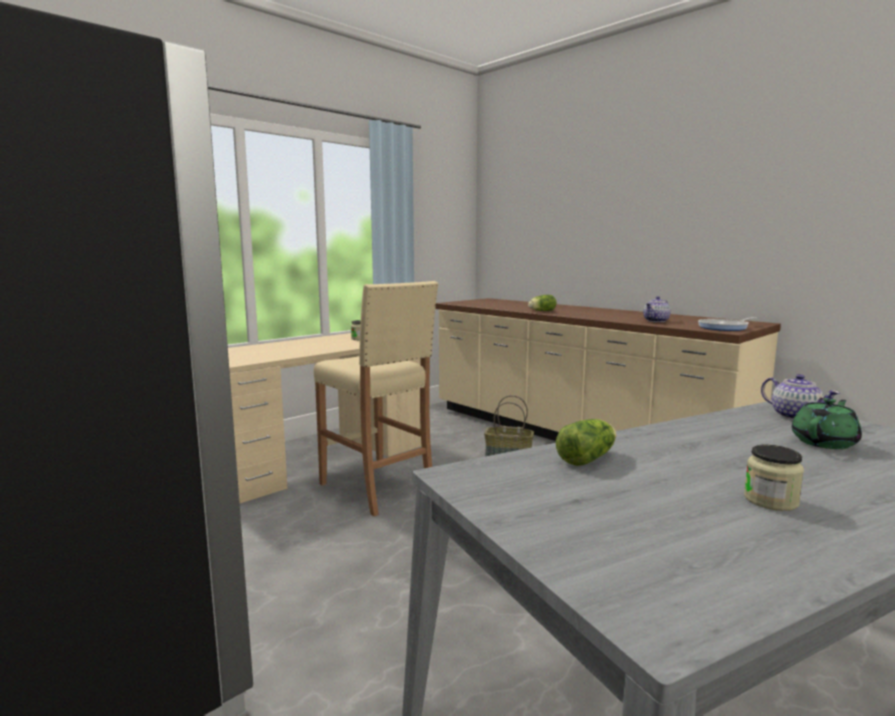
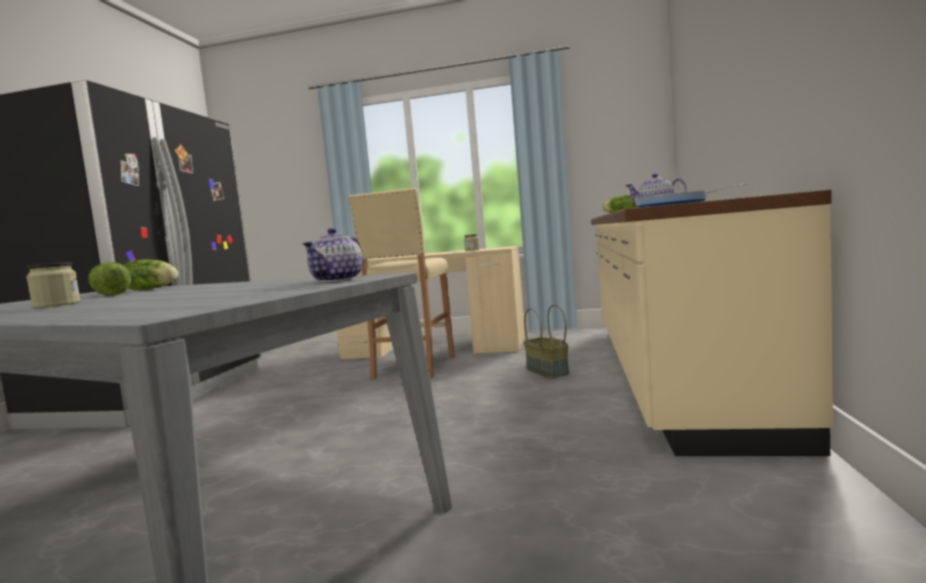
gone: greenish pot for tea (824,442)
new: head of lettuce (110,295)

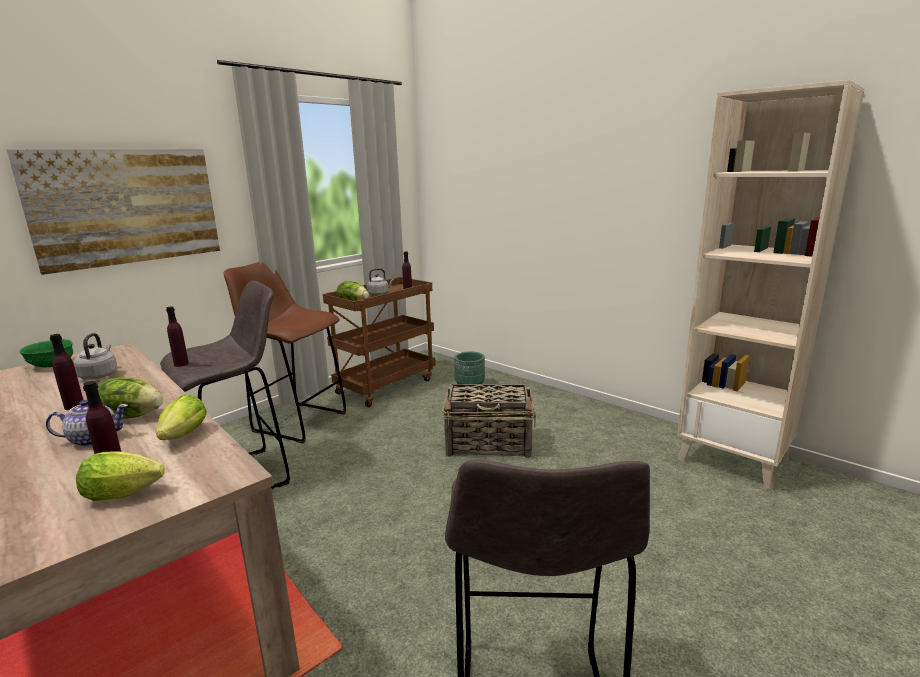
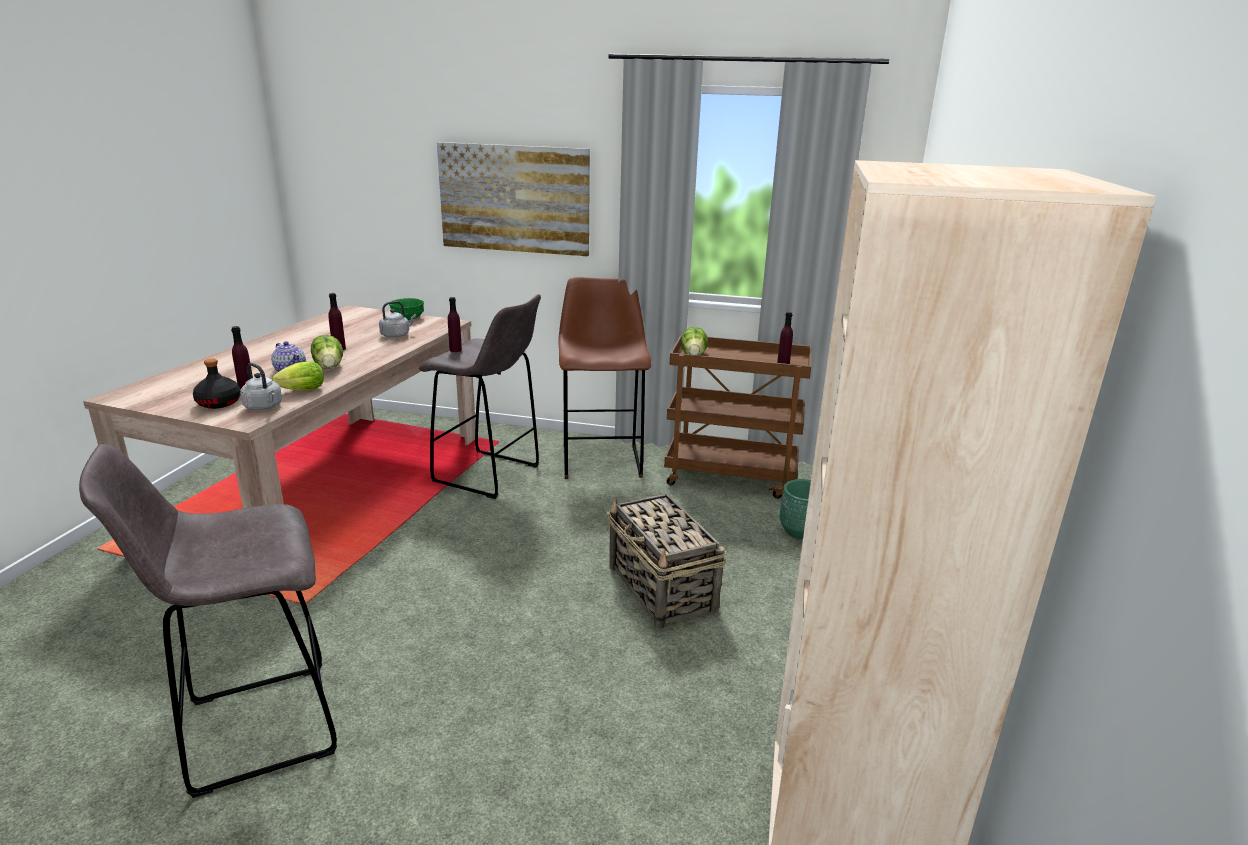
shifted: grey water kettle (379,294) to (264,407)
swapped: head of lettuce (127,494) to black drink bottle (219,403)

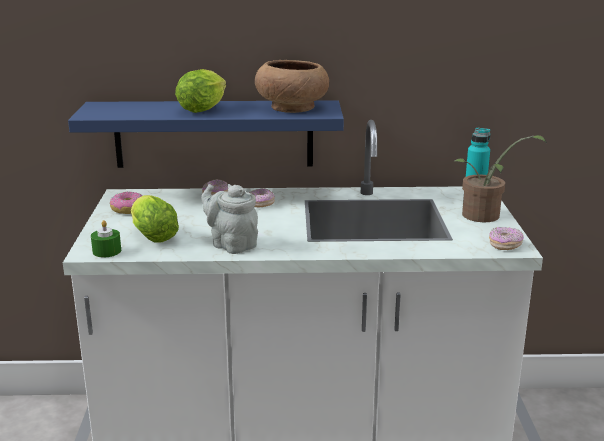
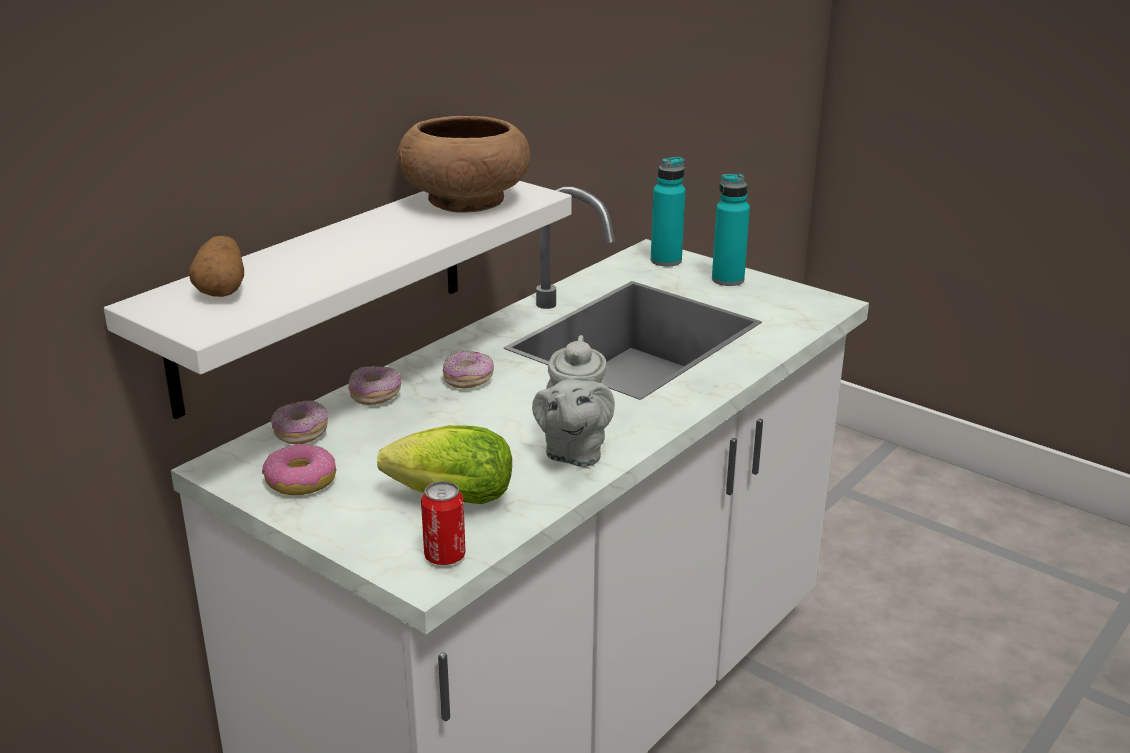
gone: head of lettuce (205,109)
new: whole potato (222,289)
shifted: ring doughnut (505,245) to (301,433)
swapped: greenish candle (107,251) to metal can (445,556); potted plant (485,217) to turquoise drink bottle (727,280)
repainted: blue-coloured shelf (214,134) to whitish shelf (323,289)
rotated: grey pot for tea (231,244) = (574,451) 75 degrees counterclockwise

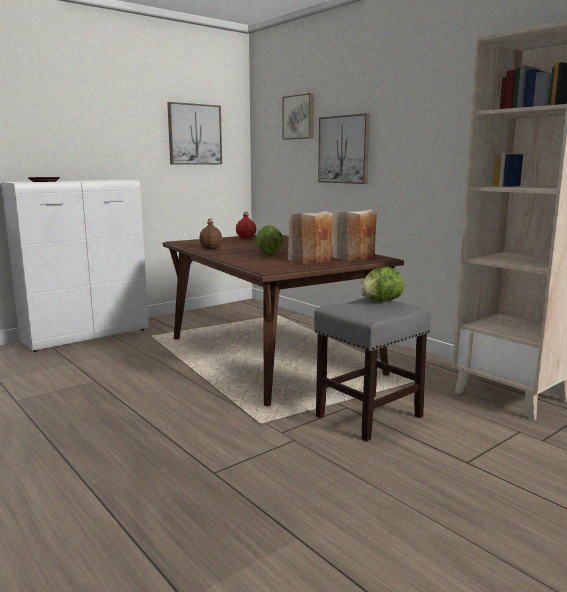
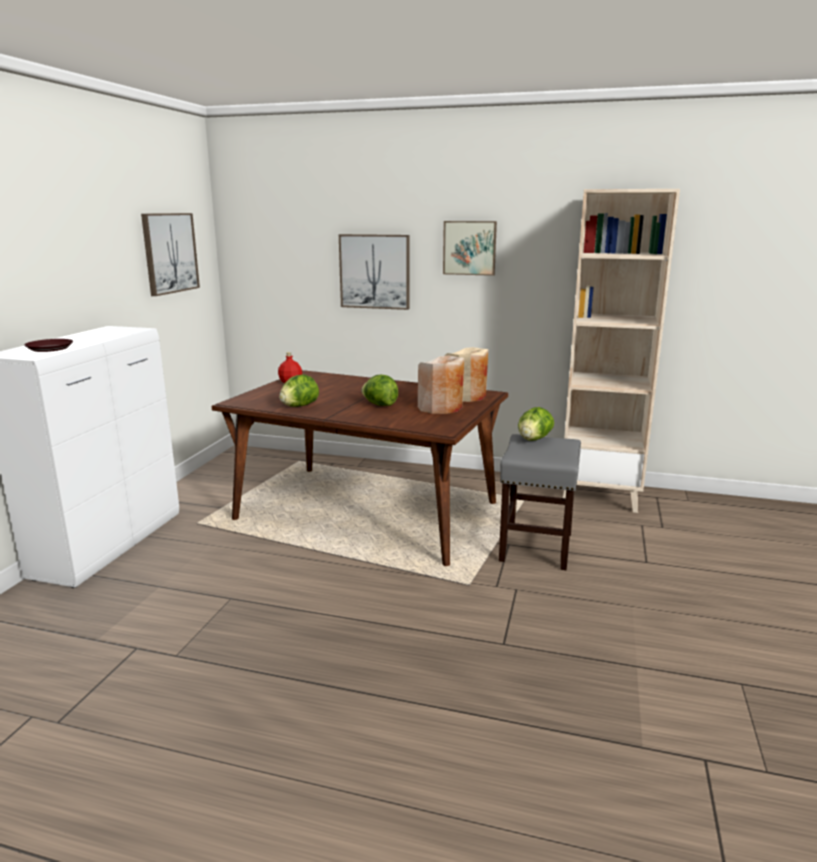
shifted: picture (299,117) to (469,248)
swapped: brownish drink bottle (211,248) to head of lettuce (299,406)

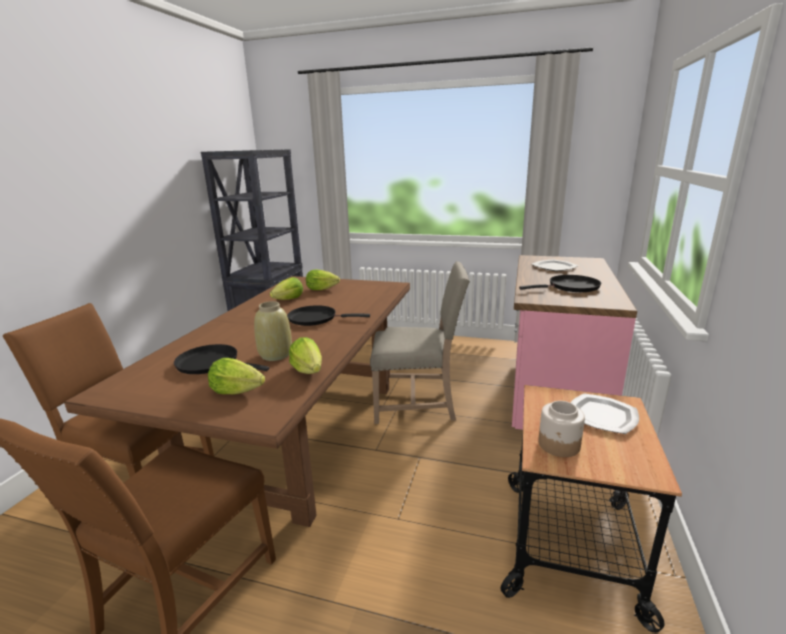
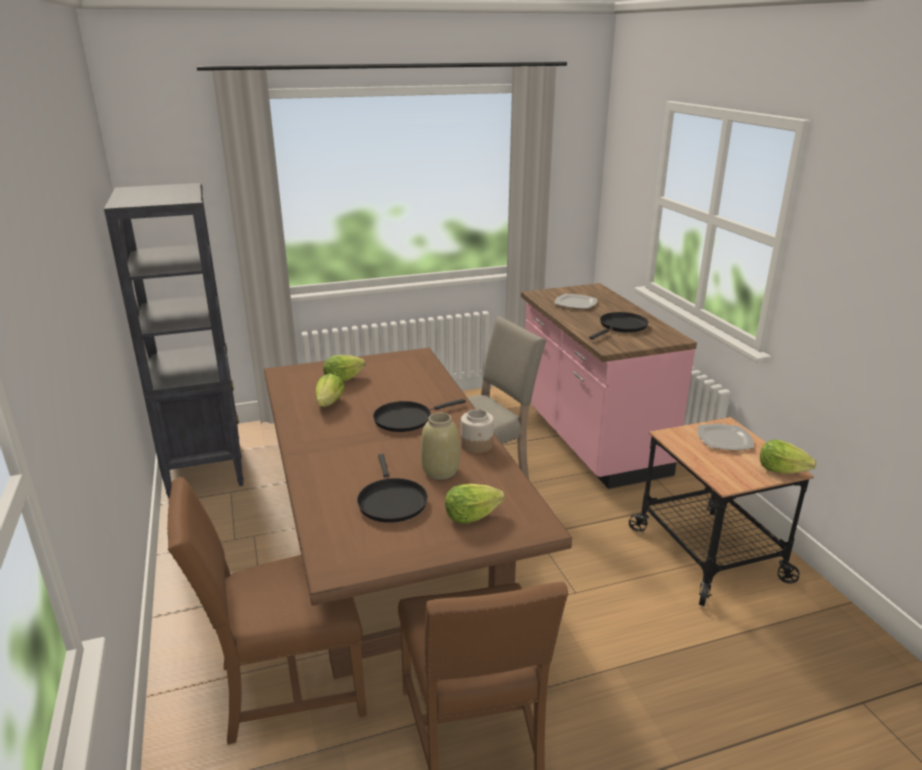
shifted: head of lettuce (308,370) to (781,470); jar (559,445) to (477,445)
rotated: black frying pan (211,363) = (391,501) 90 degrees counterclockwise

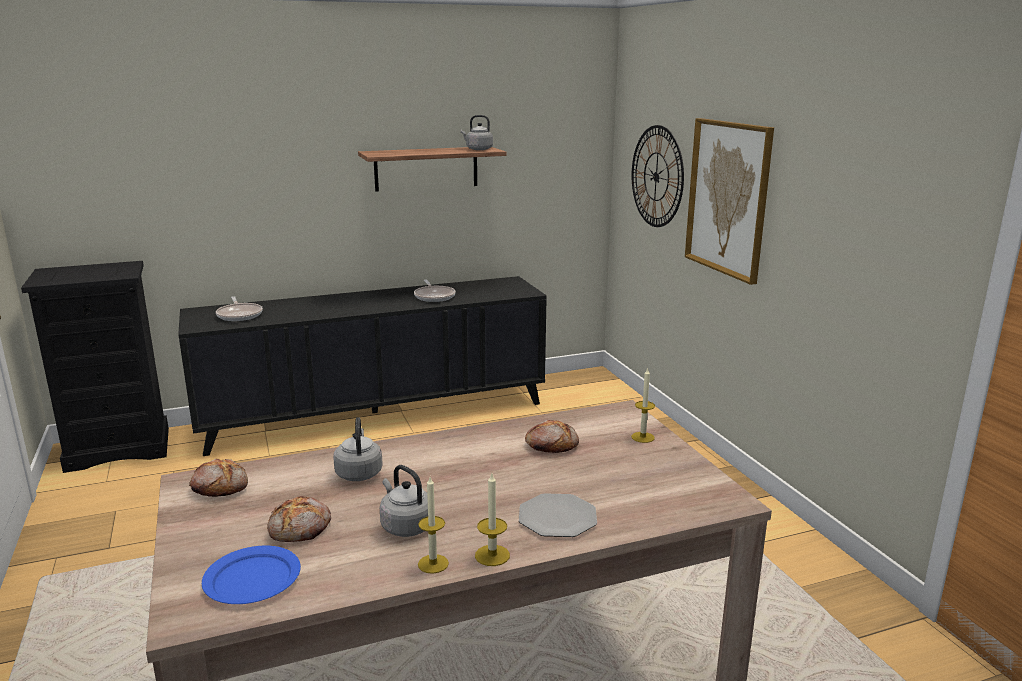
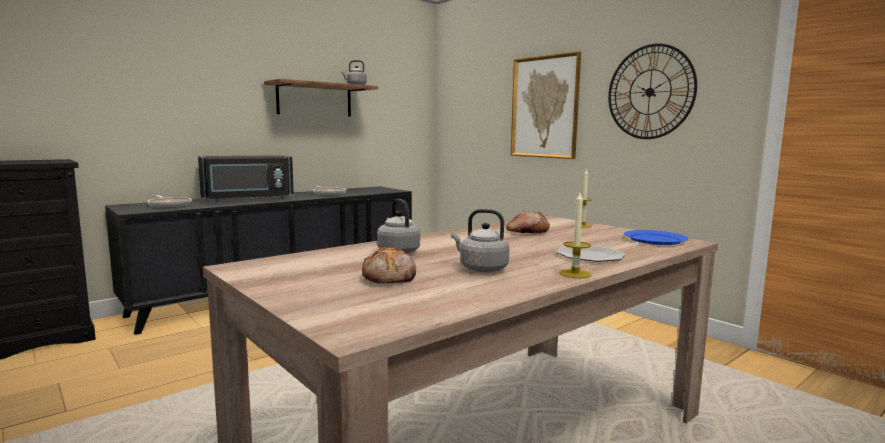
gone: bread (220,487); candle (433,564)
new: black microwave (248,199)
shifted: blue-coloured dinner plate (253,578) to (655,240); hanging clock (656,176) to (650,92)

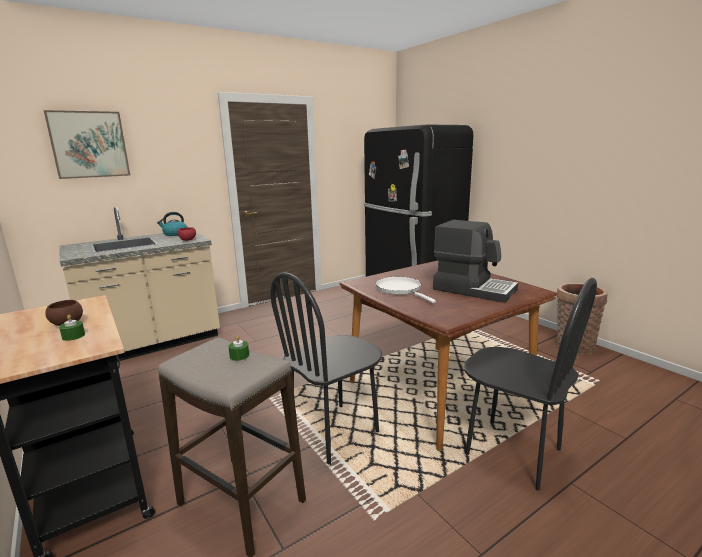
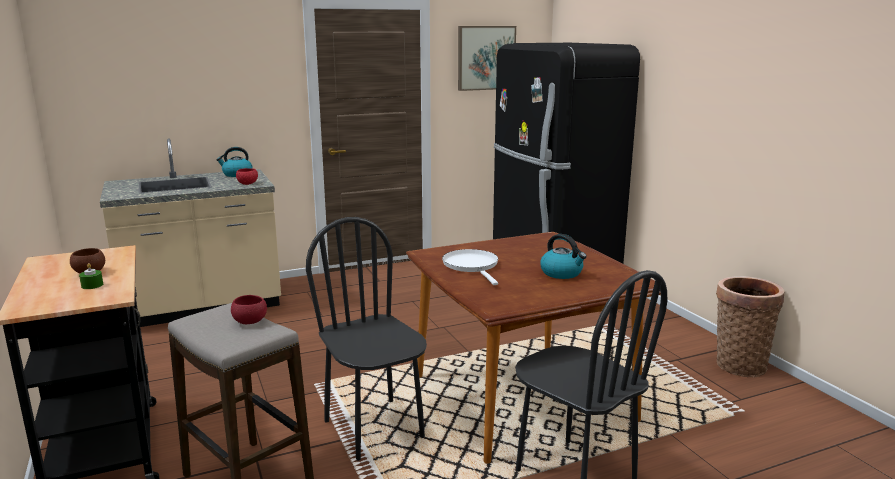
shifted: picture (89,144) to (486,58)
swapped: greenish candle (239,356) to red-coloured serving bowl (250,322); coffee maker (474,289) to water kettle (562,273)
rotated: black plain chair (334,432) = (374,429) 90 degrees clockwise

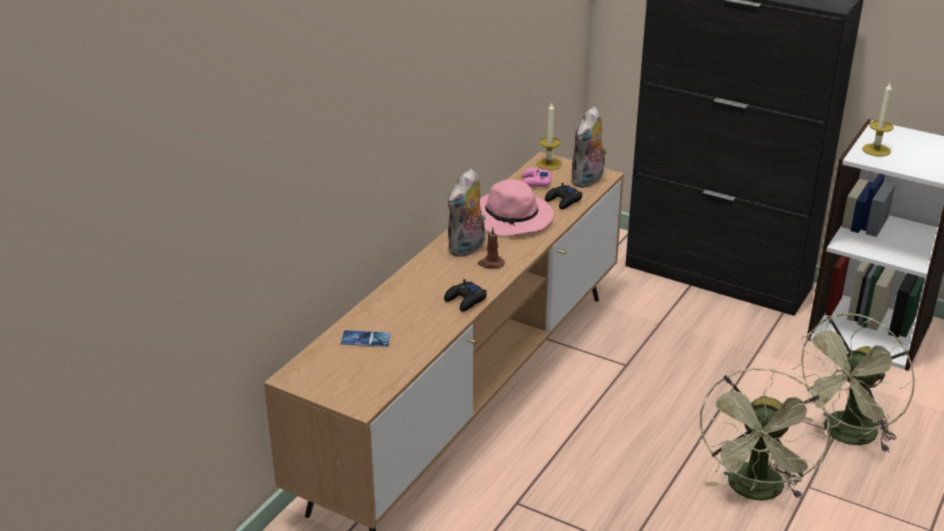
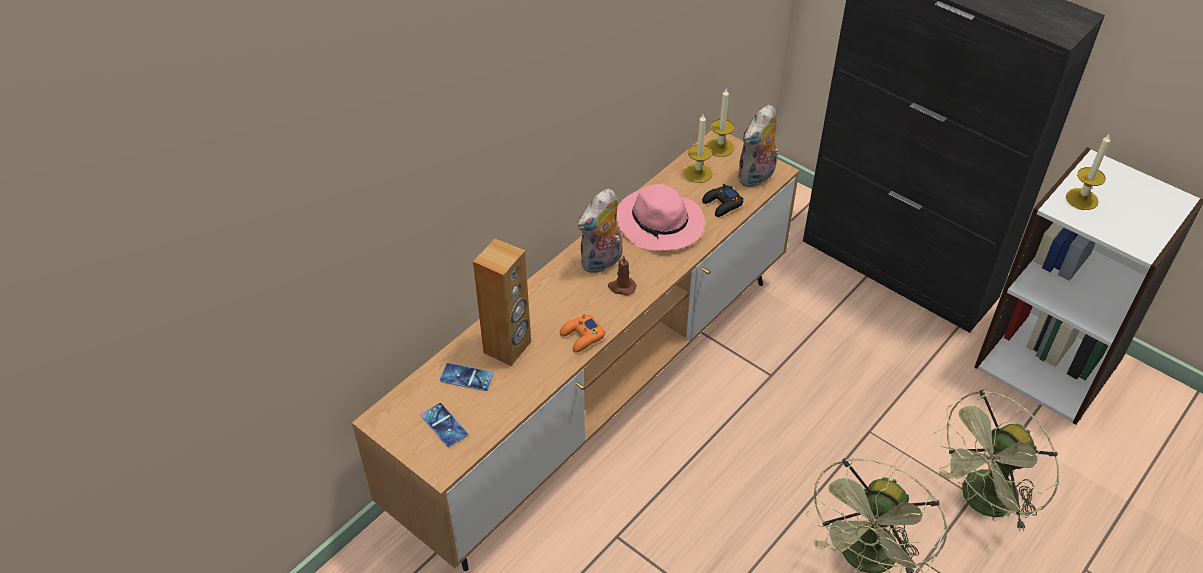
new: telephone (444,425); brownish loudspeaker (508,347)
swapped: pink-coloured gamepad (535,182) to candle (698,173)
repainted: black gamepad (465,300) to orange-coloured gamepad (582,337)

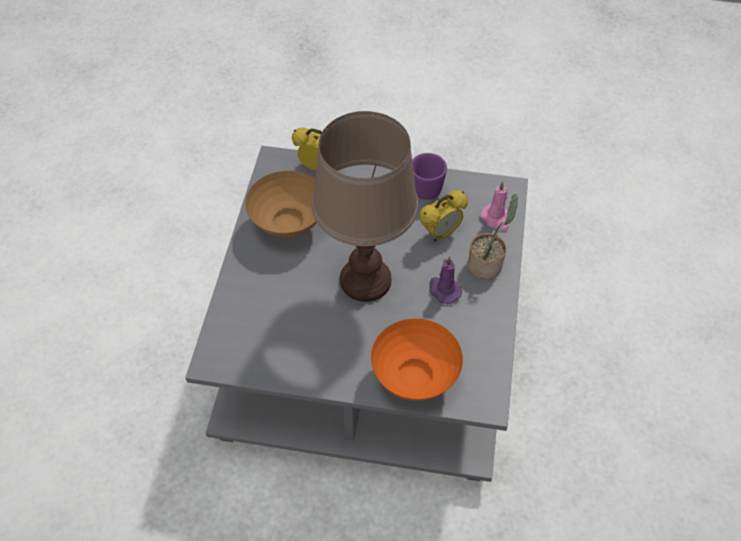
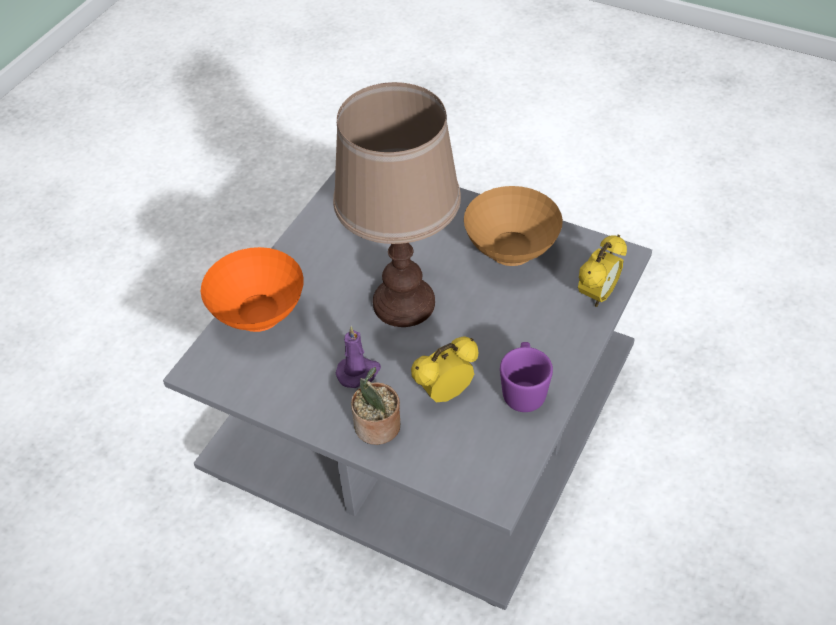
gone: pink-coloured candle (496,219)
rotated: alarm clock (440,233) = (445,393) 75 degrees clockwise

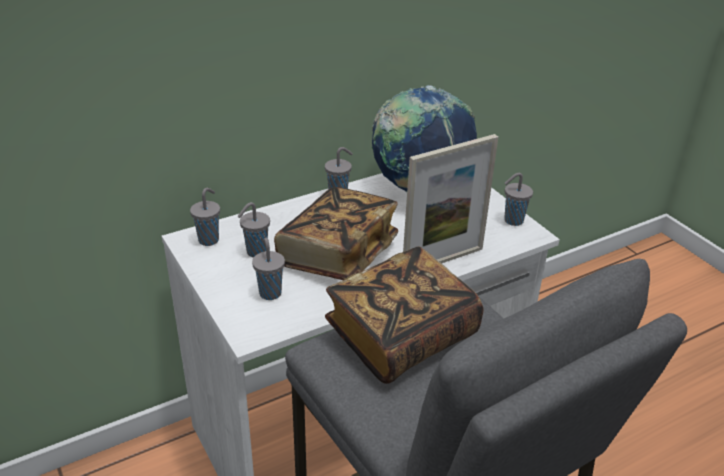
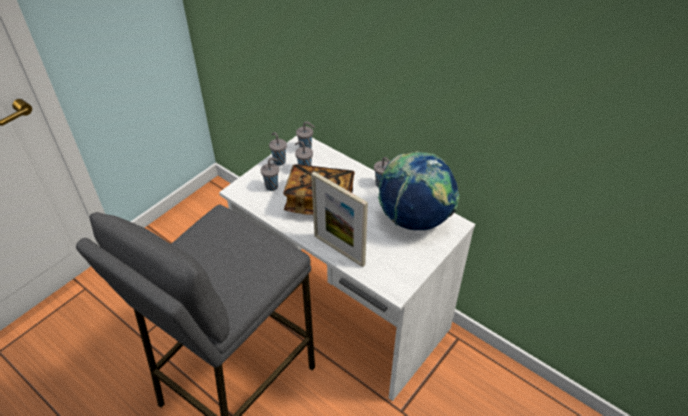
gone: book (401,336)
shifted: grey drinking cup (512,221) to (279,161)

